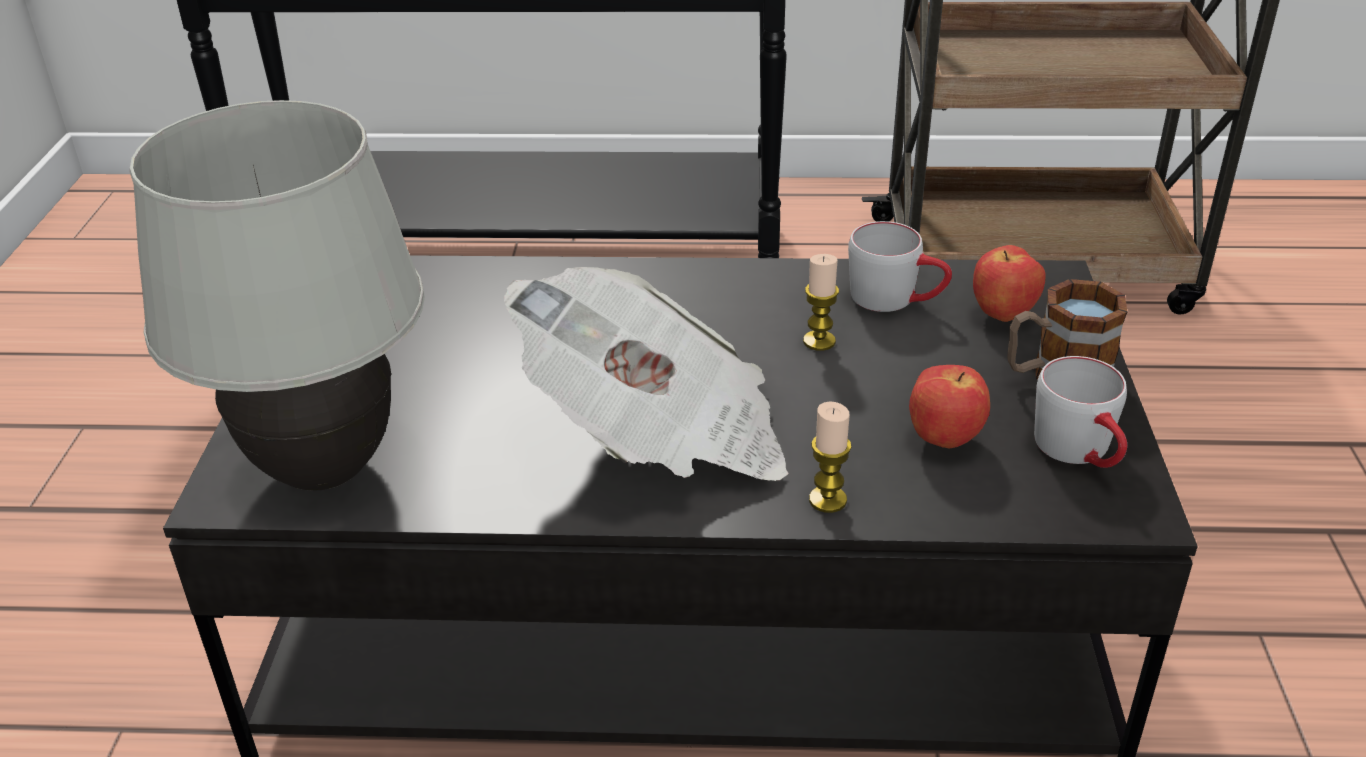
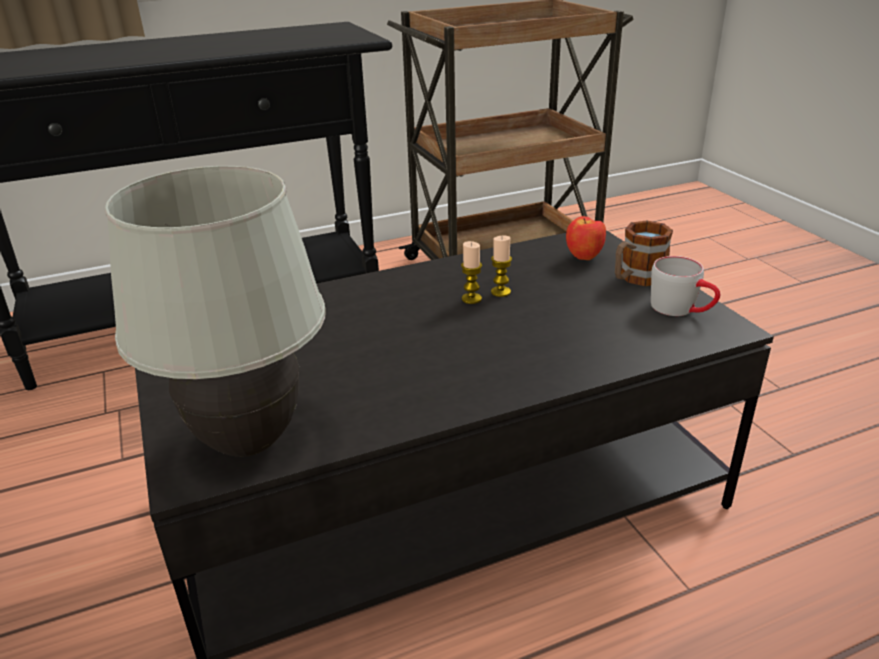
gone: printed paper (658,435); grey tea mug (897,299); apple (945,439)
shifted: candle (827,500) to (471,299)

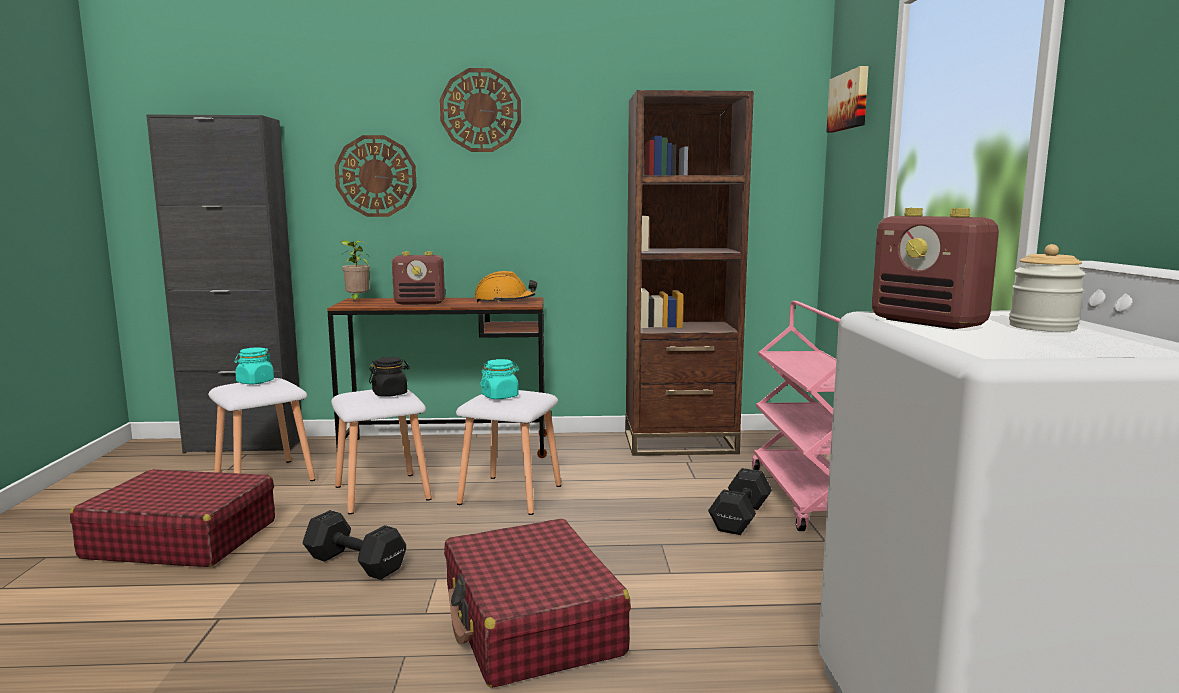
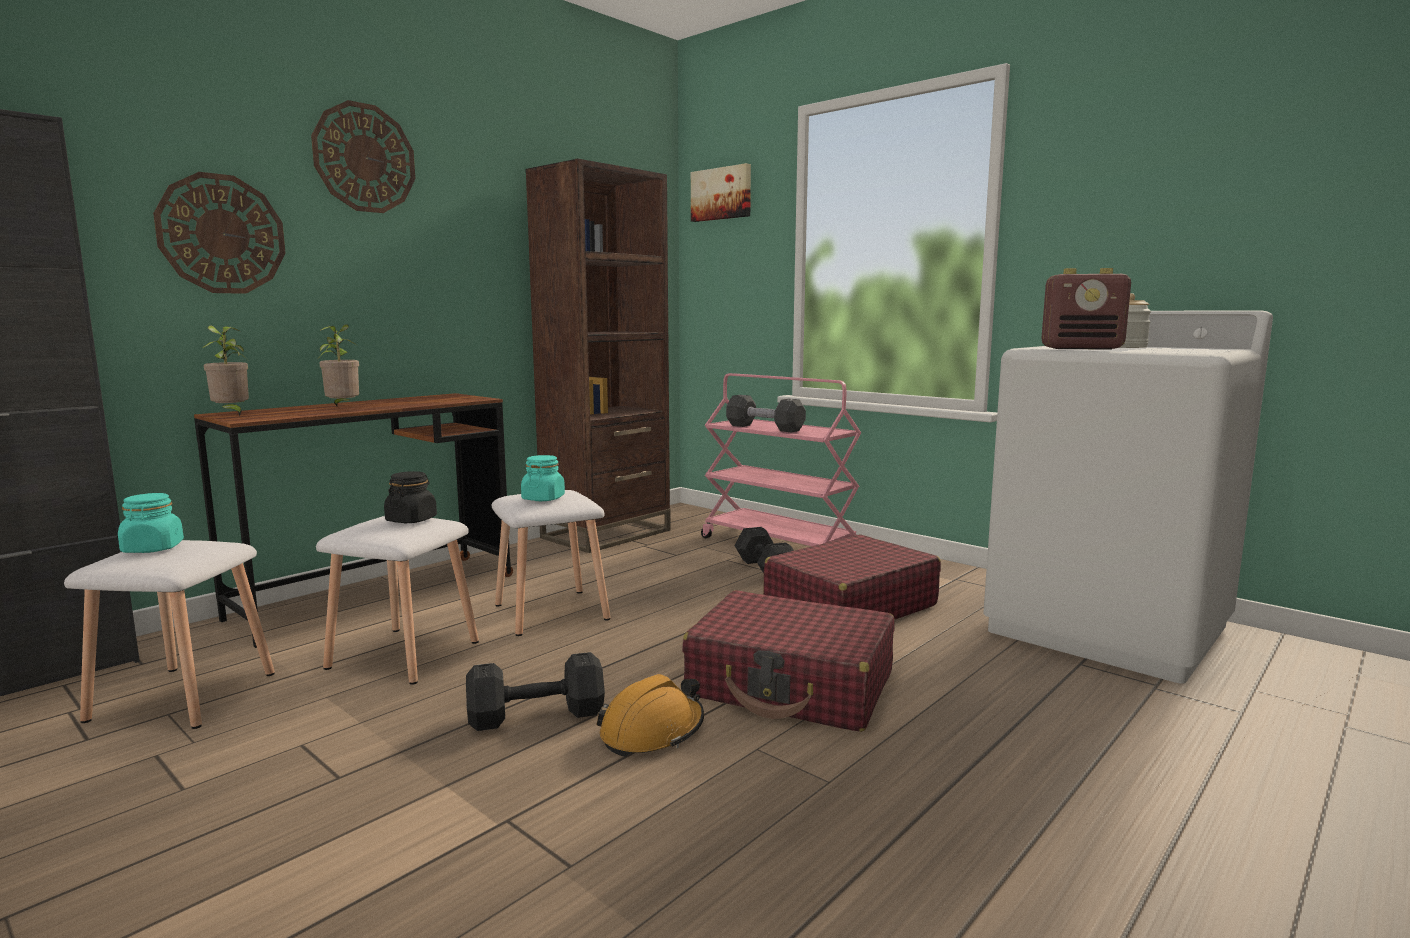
new: black hand weight (764,428)
shifted: red-coloured piece of luggage (181,539) to (849,606); orange-coloured work helmet (504,301) to (652,732)
swapped: radio receiver (420,303) to potted plant (343,408)

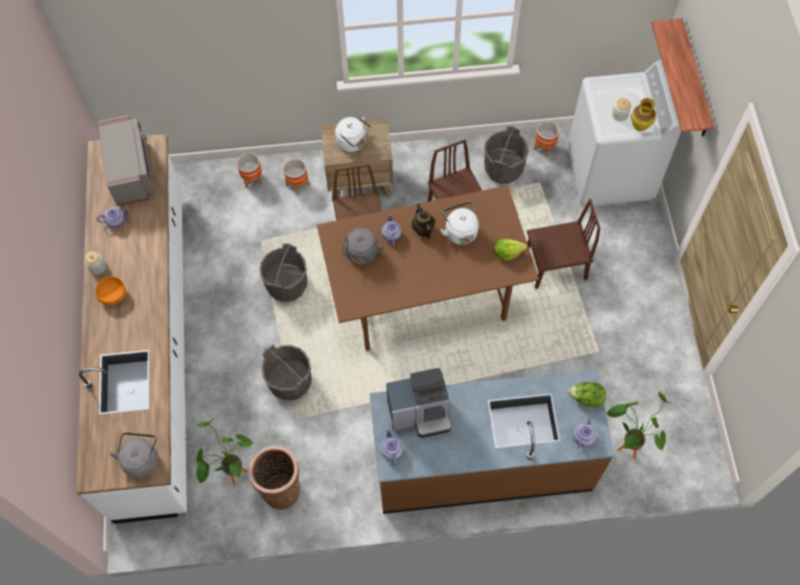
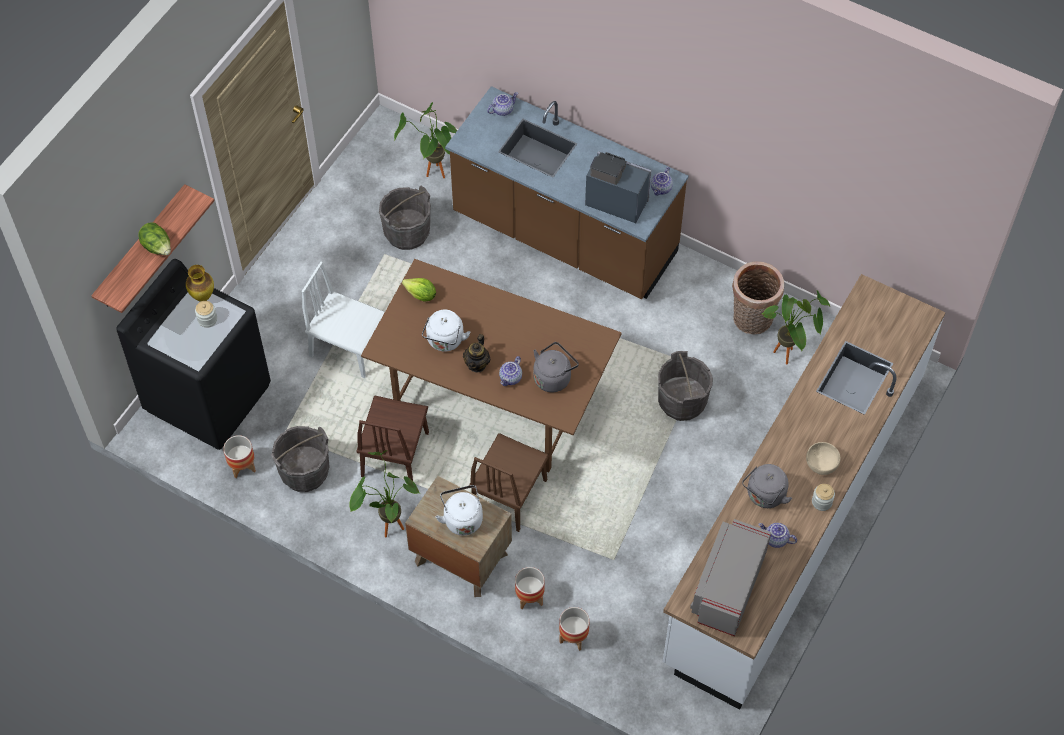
new: potted plant (386,526)
shifted: grey water kettle (141,459) to (764,496); grey pail (287,285) to (407,233); head of lettuce (586,398) to (157,247)
repainted: orange-coloured serving bowl (113,294) to beige serving bowl (821,464); brownish plain chair (555,265) to whitish plain chair (349,347); whitish washing machine (610,174) to black washing machine (209,397)

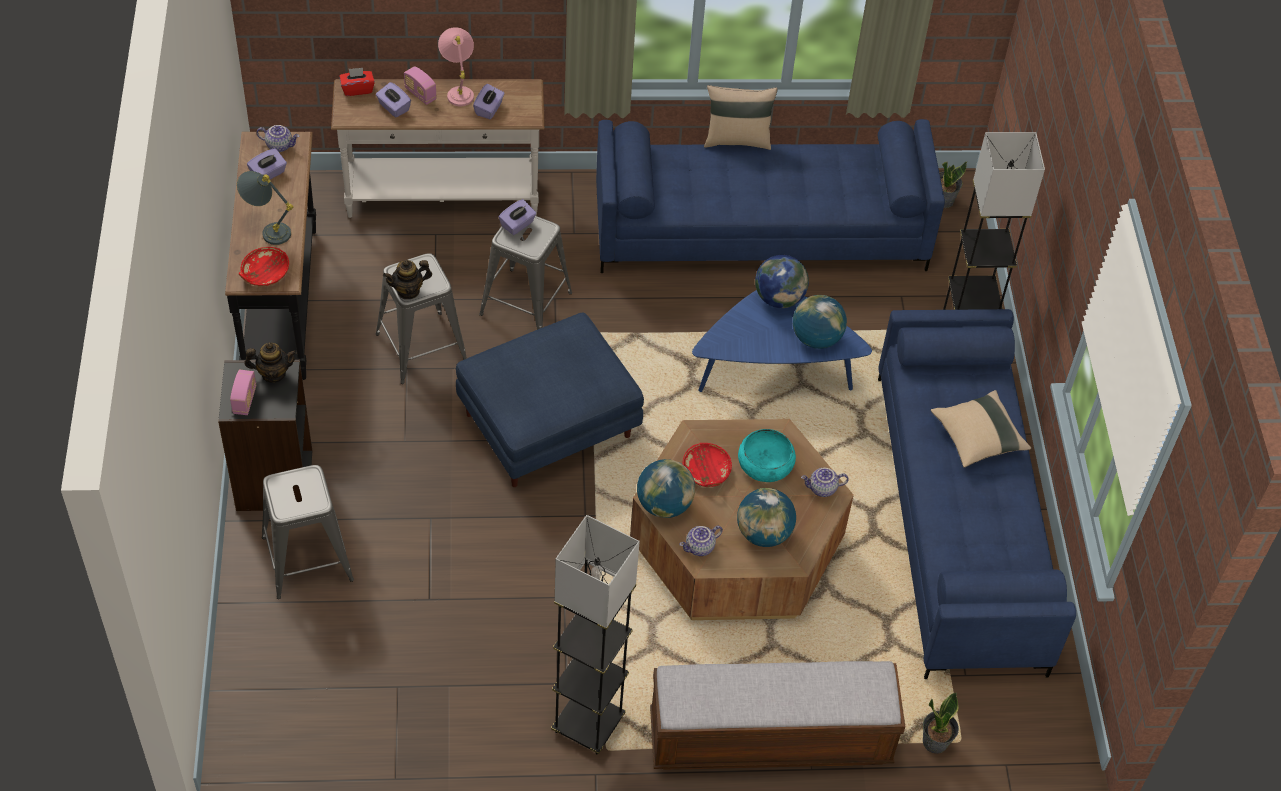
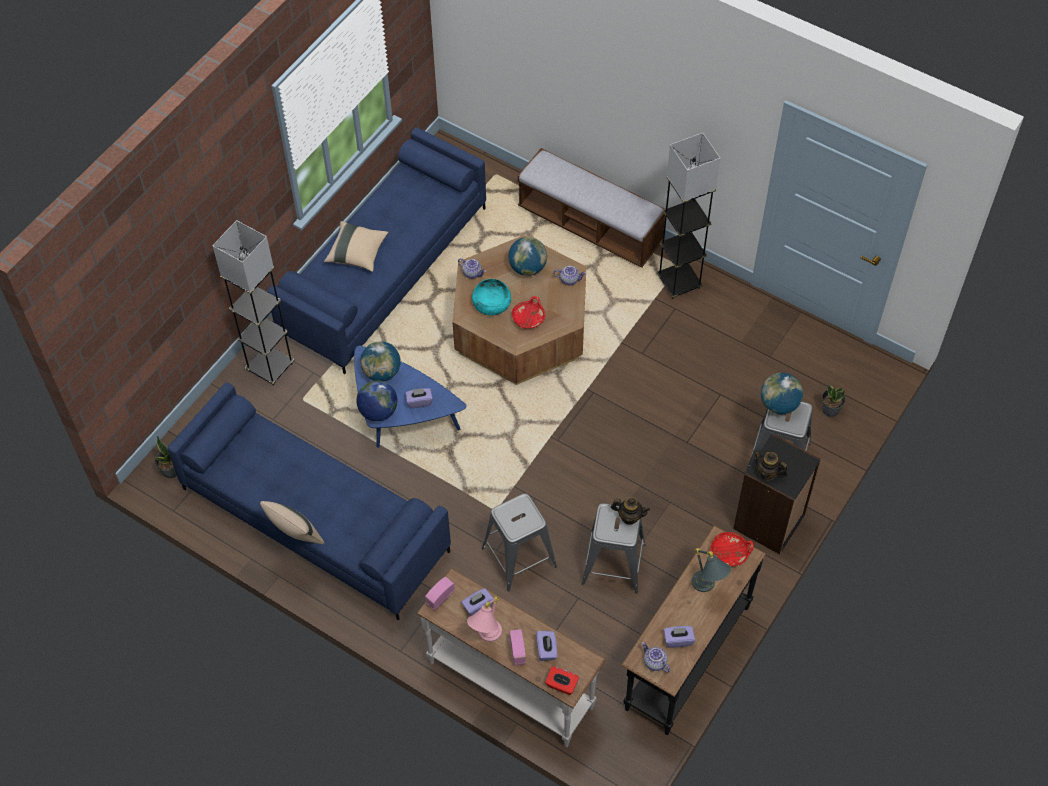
gone: blue-coloured footrest (549,424)
shifted: radio receiver (245,400) to (440,598); purplish tissue holder (517,225) to (419,401); globe (664,505) to (779,404); potted plant (935,742) to (830,409)

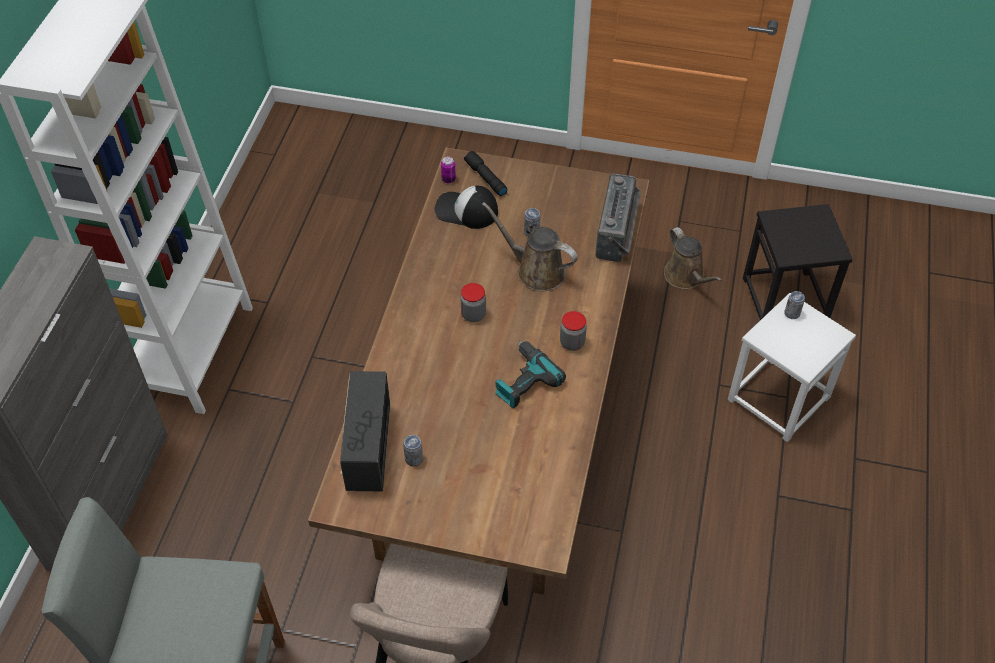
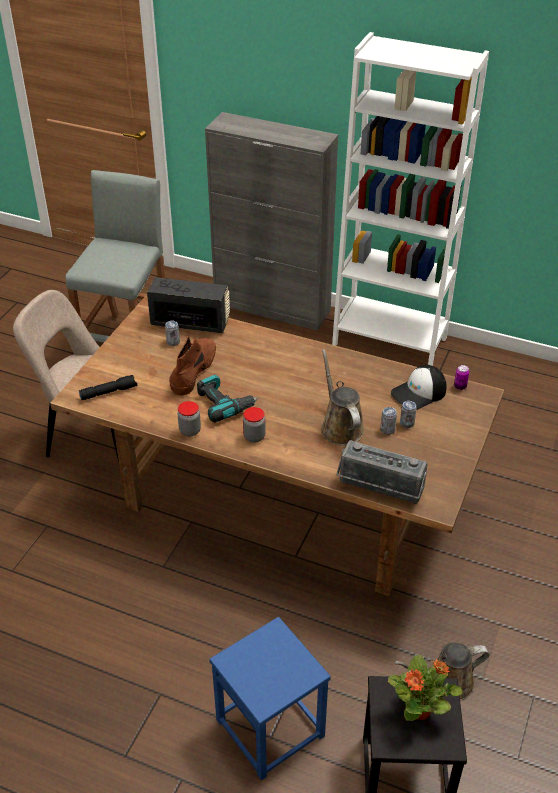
new: brownish tall boot (194,370); potted plant (420,710)
shifted: jar (473,314) to (190,430); black hand torch (485,178) to (109,392); metal can (792,313) to (407,423)
repainted: whitish stool (778,398) to blue-coloured stool (271,727)
rotated: baseball cap (466,211) = (419,393) 150 degrees counterclockwise; brownish watering can (536,270) = (340,426) 60 degrees counterclockwise

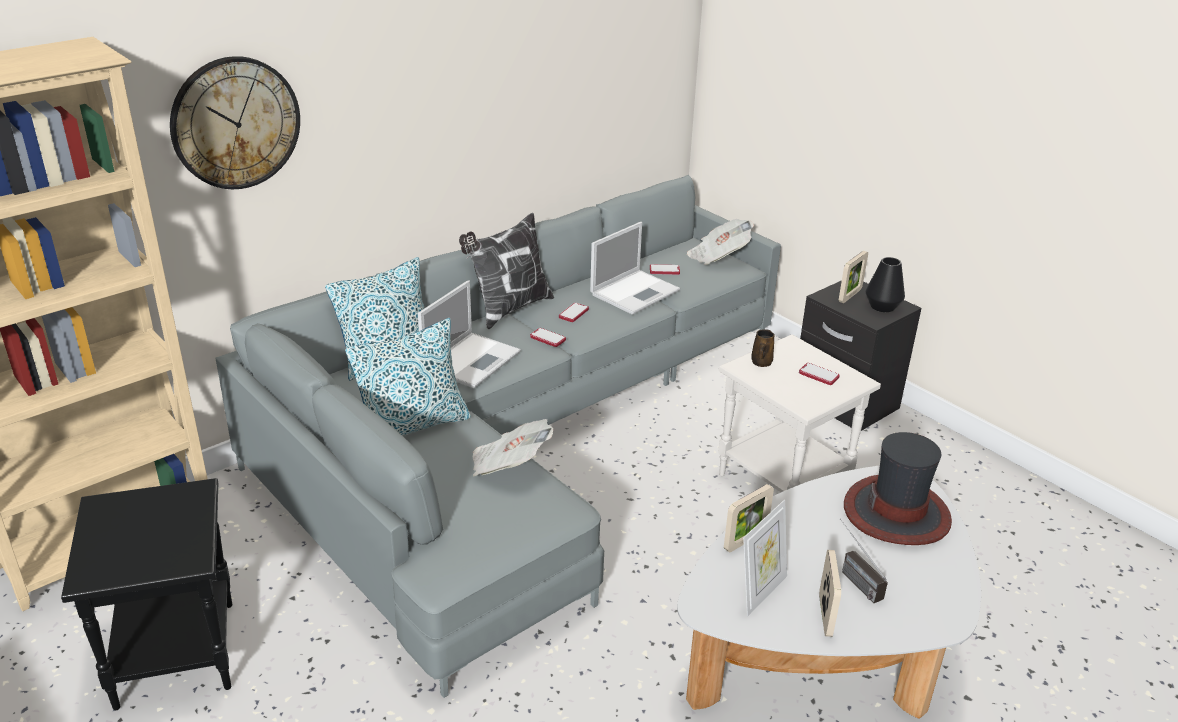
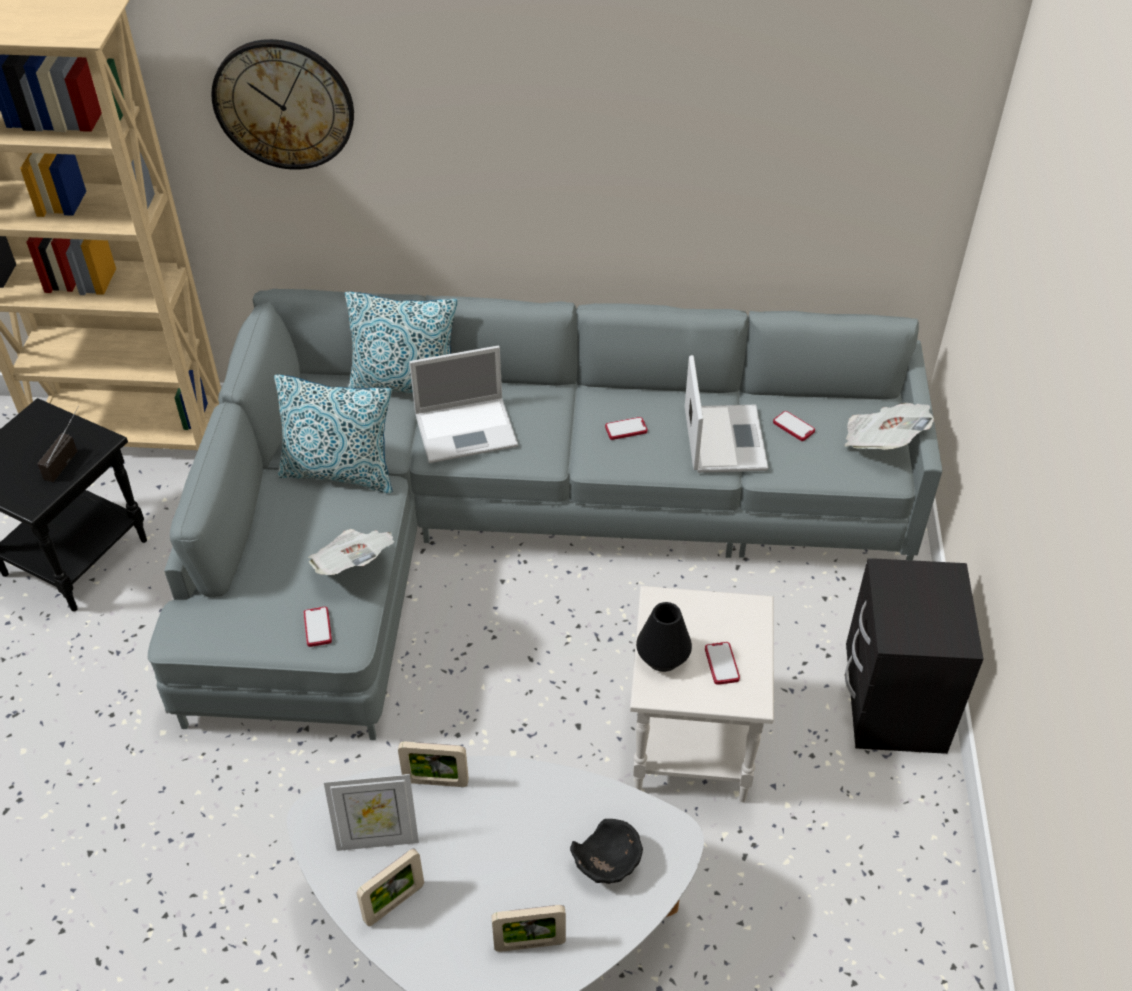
gone: cushion (509,309); brownish tea mug (761,363)
shifted: telephone (547,338) to (317,627); picture frame (850,296) to (529,944); radio receiver (852,577) to (66,457); black vase (882,306) to (663,657)
swapped: hat (897,513) to black serving bowl (607,865)
rotated: notebook computer (635,292) = (724,438) 90 degrees counterclockwise

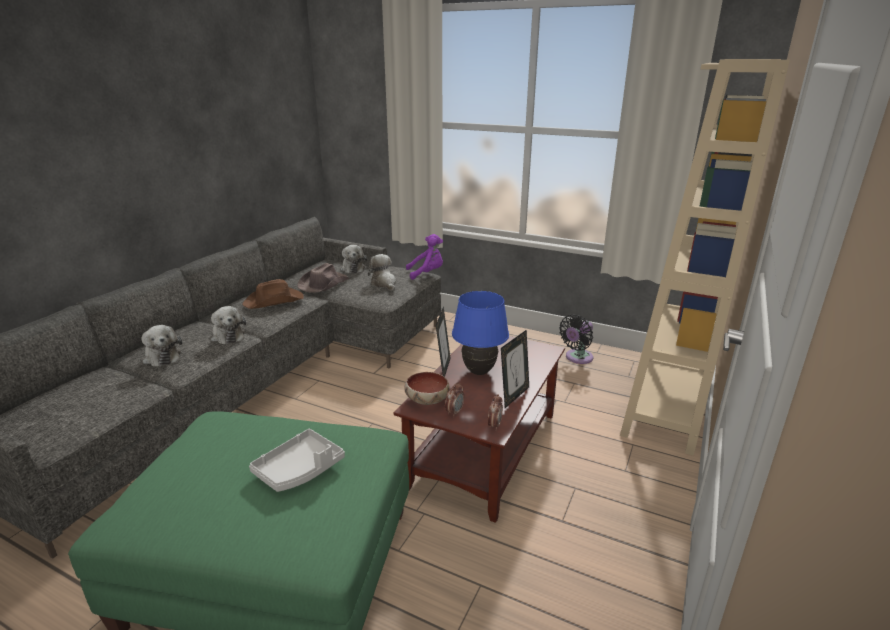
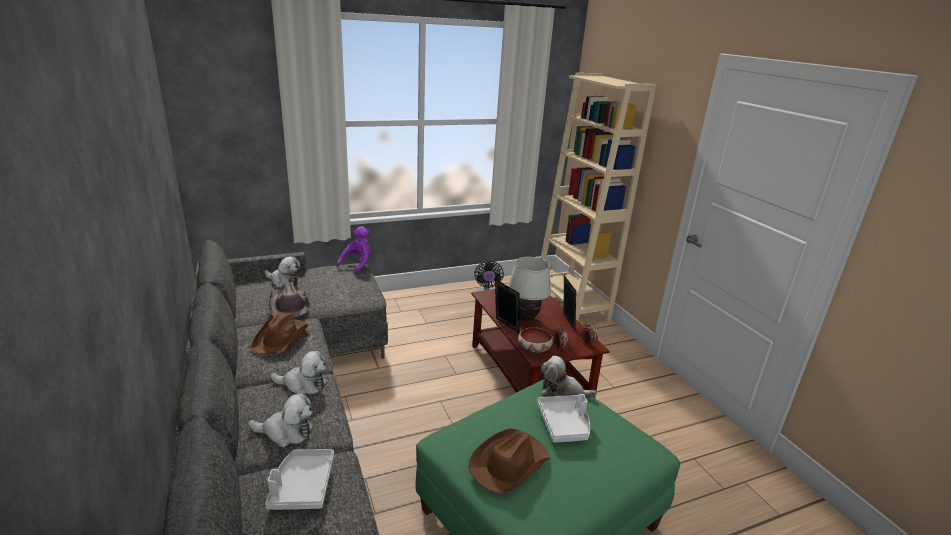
new: grey carrying tray (302,486); brownish hat (509,463)
shifted: cuddly toy (384,284) to (562,392)
repainted: blue-coloured lamp for a table (479,372) to whitish lamp for a table (526,318)

